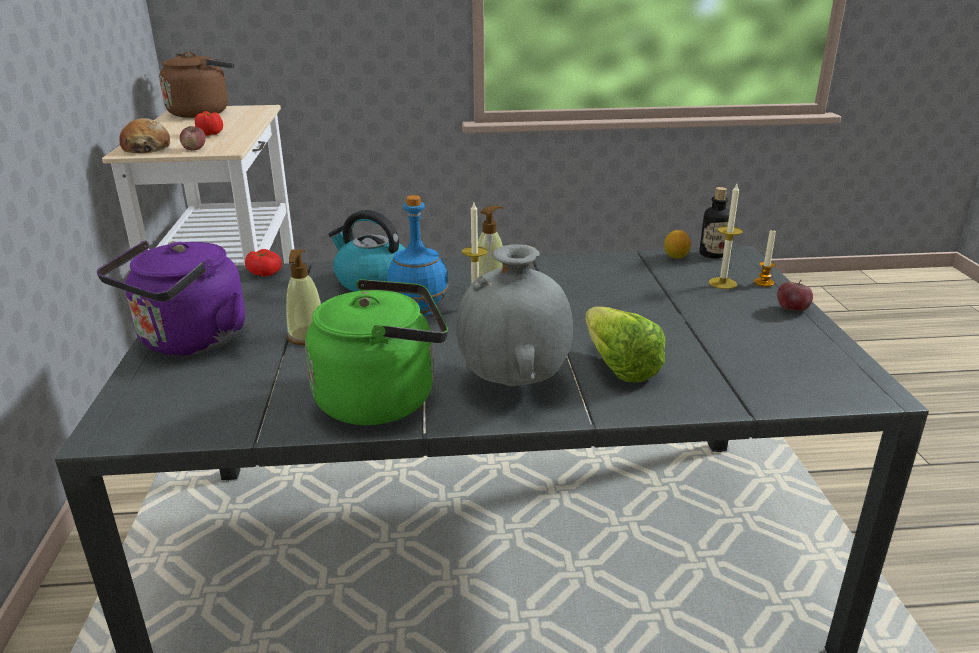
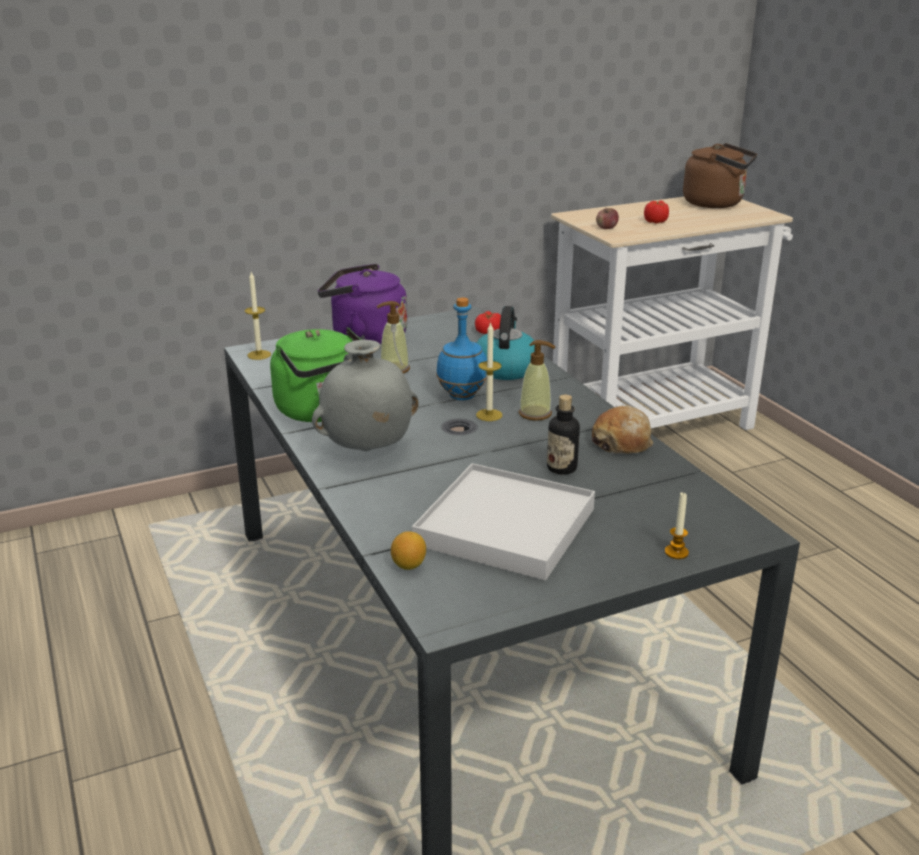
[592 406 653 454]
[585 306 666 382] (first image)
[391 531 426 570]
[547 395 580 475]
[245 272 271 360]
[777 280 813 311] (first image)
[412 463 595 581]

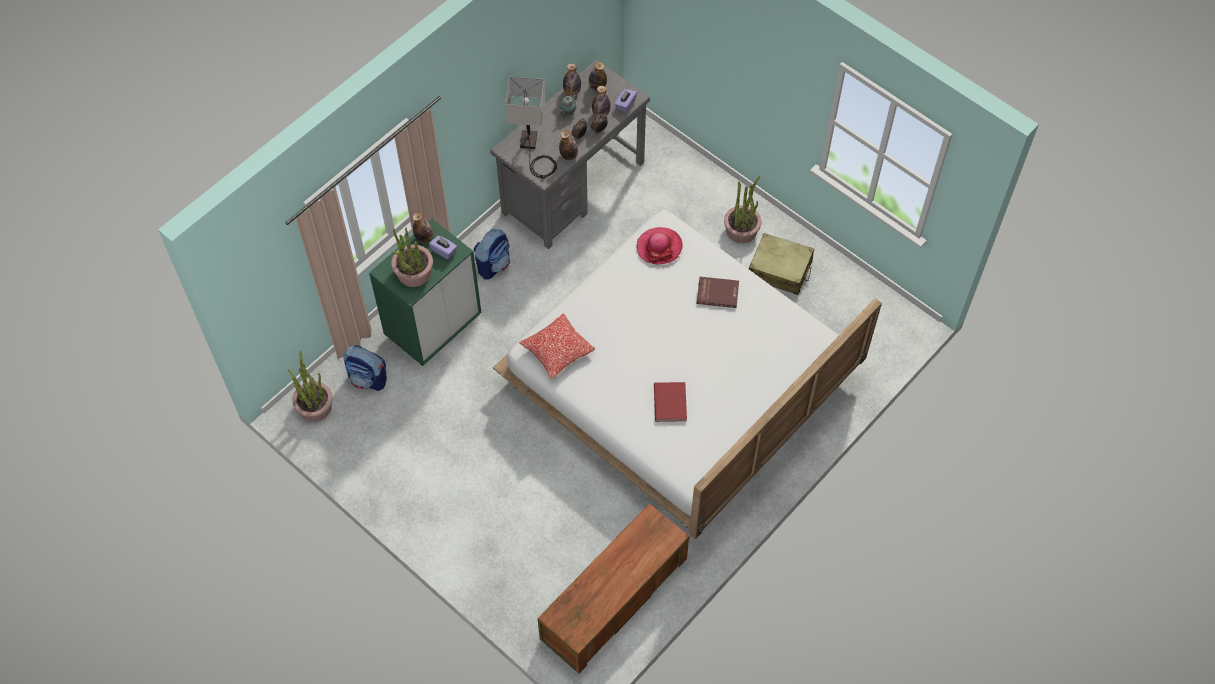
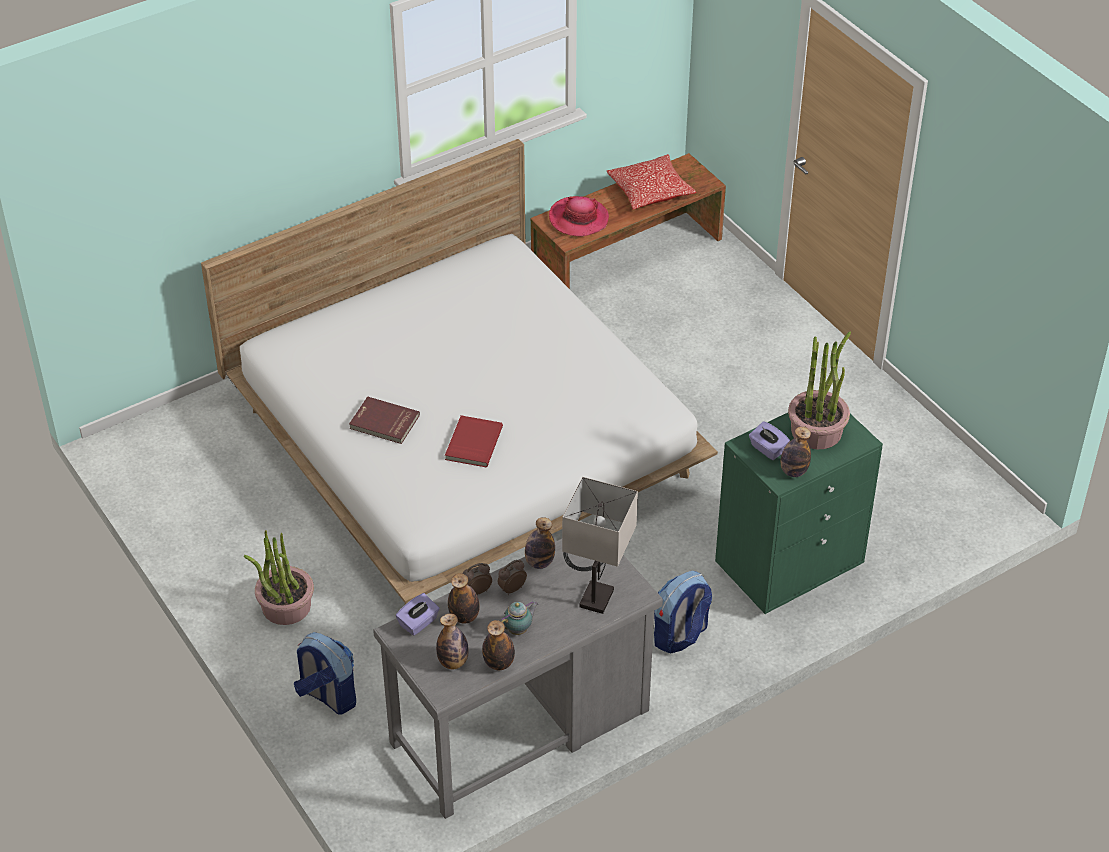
[288 351 333 422] (first image)
[294 632 356 715]
[607 154 696 210]
[549 196 609 237]
[445 415 503 467]
[749 233 814 295] (first image)

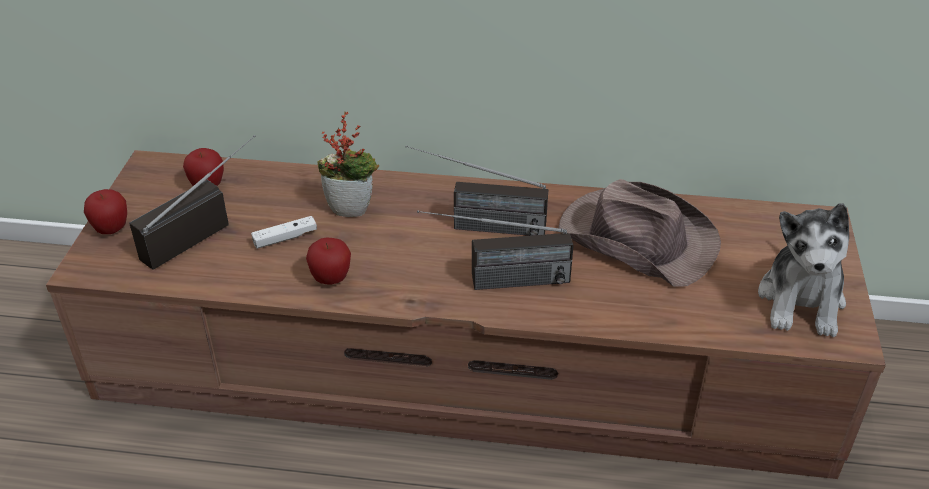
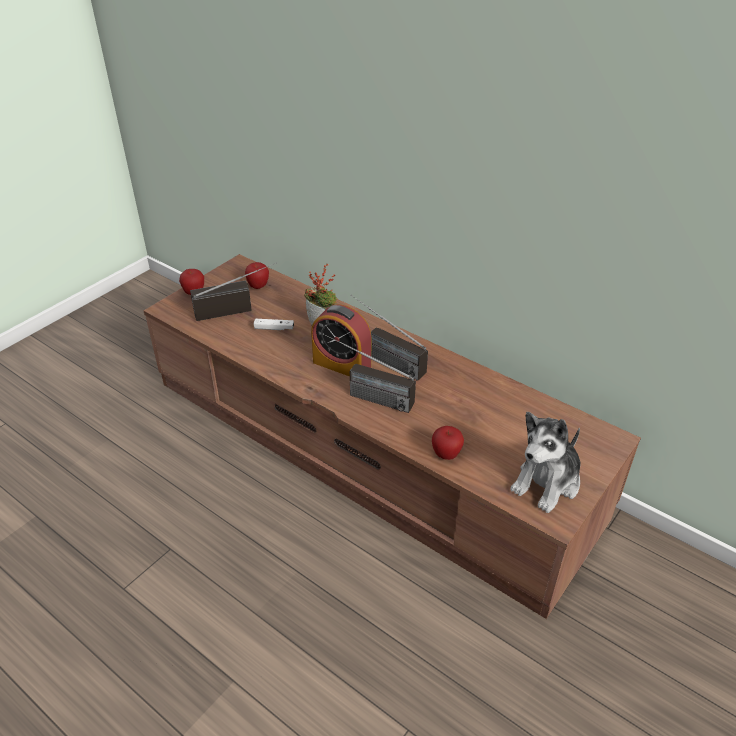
[432 426 464 460]
[558 179 721 287] (first image)
[311 304 371 376]

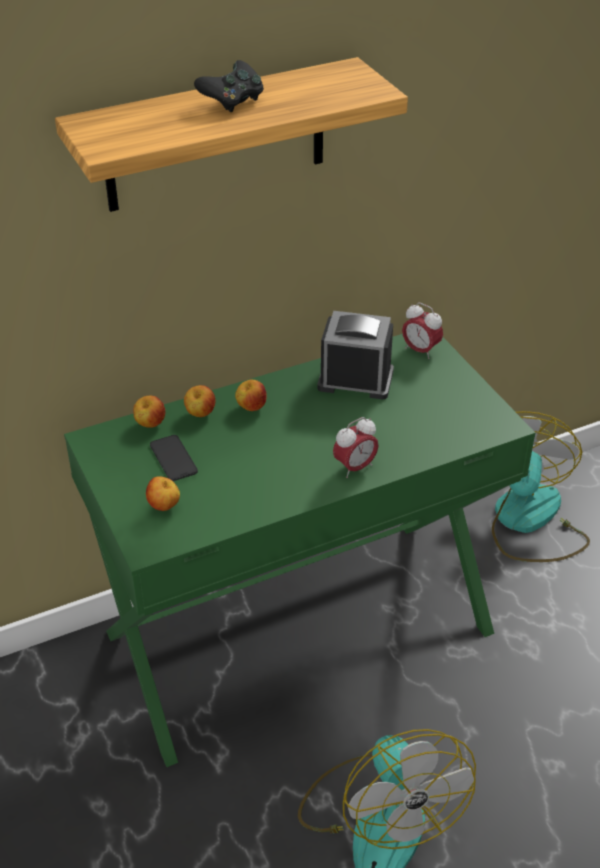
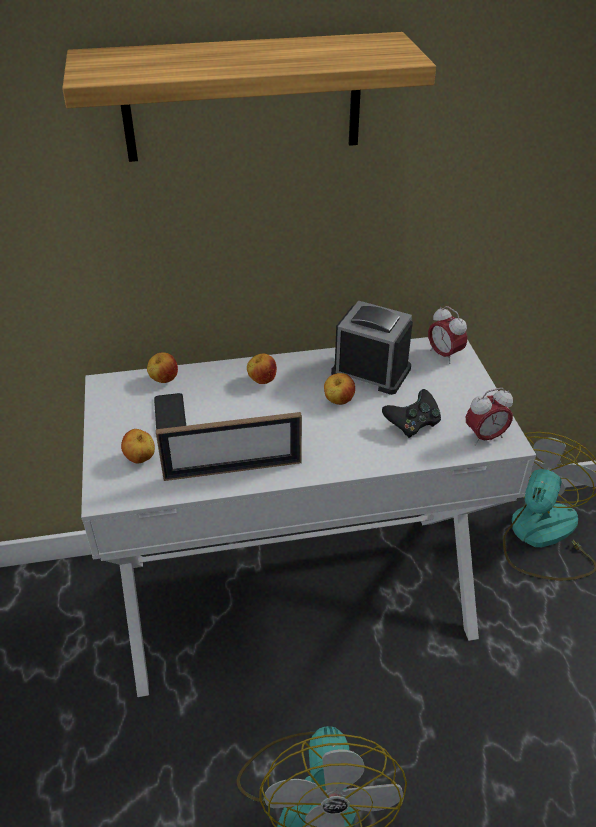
[81 337 536 697]
[324 373 355 405]
[382 389 441 438]
[466 388 513 446]
[156 412 302 481]

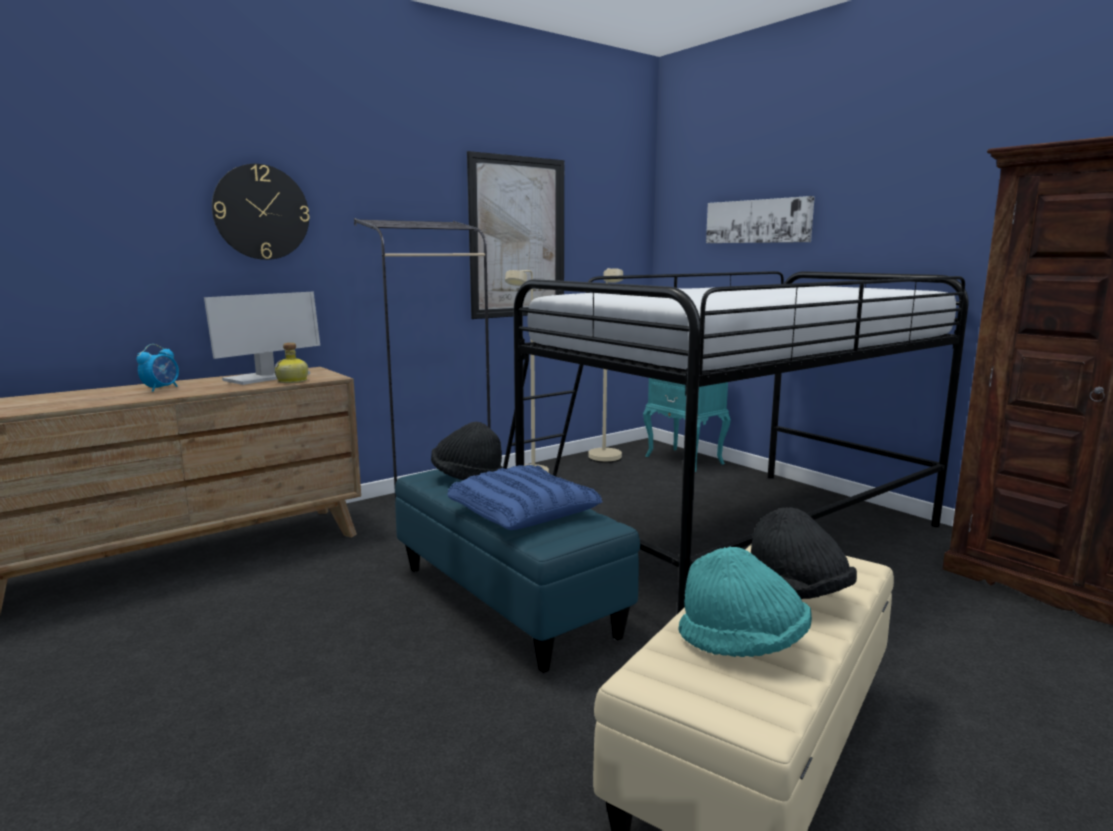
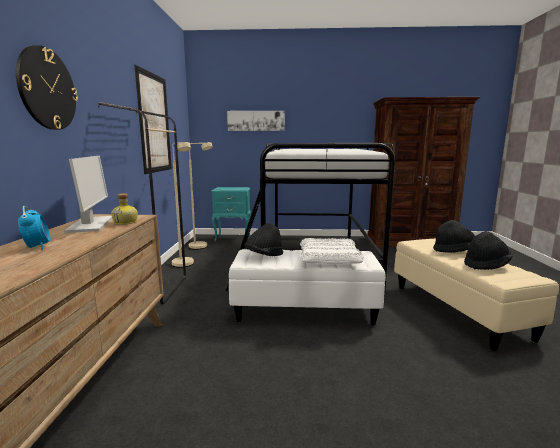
[229 249 386 325]
[300 238 364 264]
[464 231 513 270]

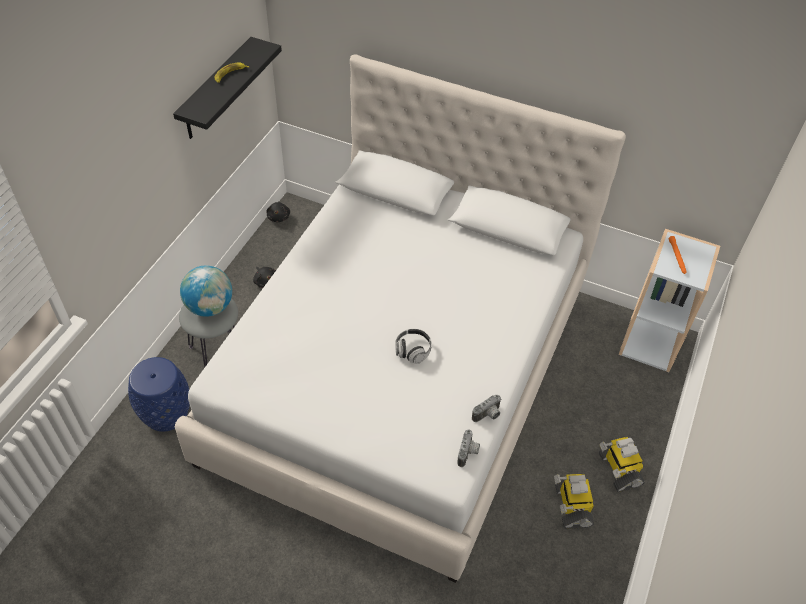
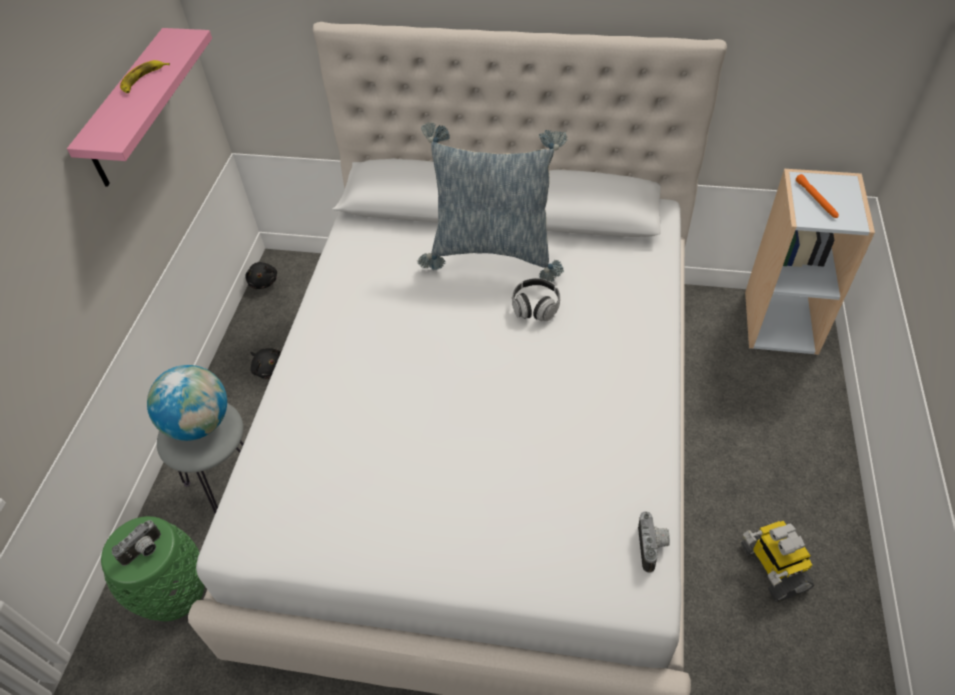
[101 516 205 621]
[67 28 212 187]
[512 278 560 321]
[112 520 161 566]
[598 437 645 492] (first image)
[417 122 568 282]

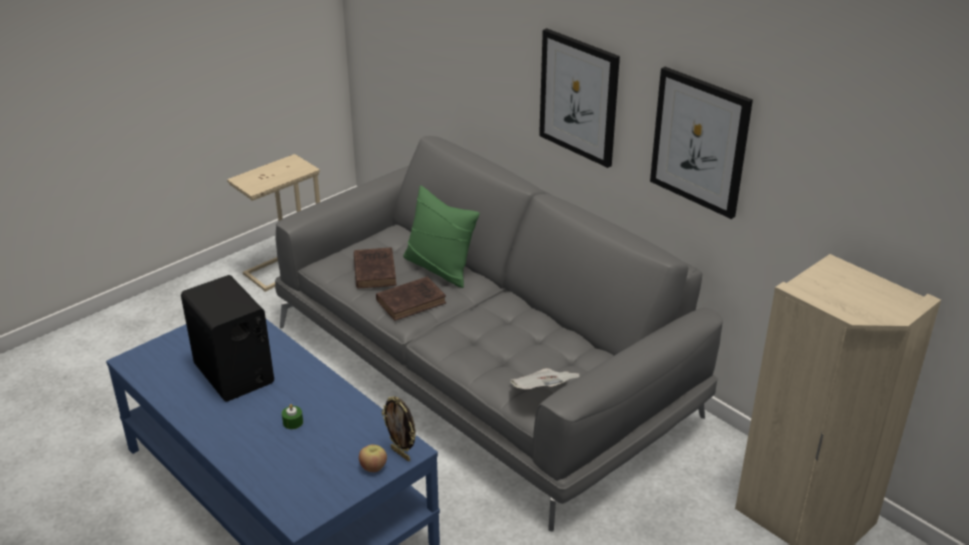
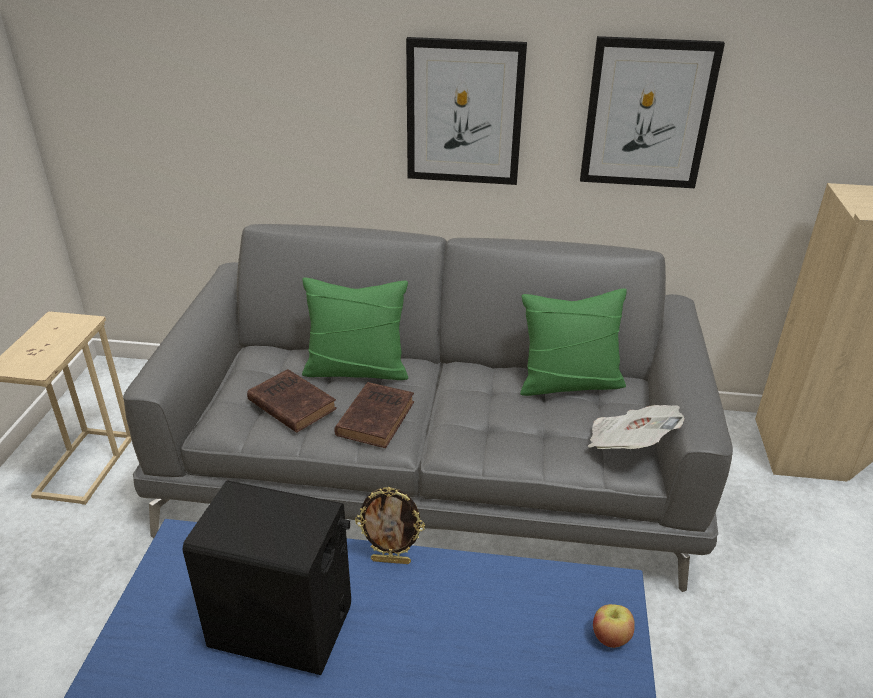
[282 404 303 429] (first image)
[355 487 425 564]
[520 288 627 396]

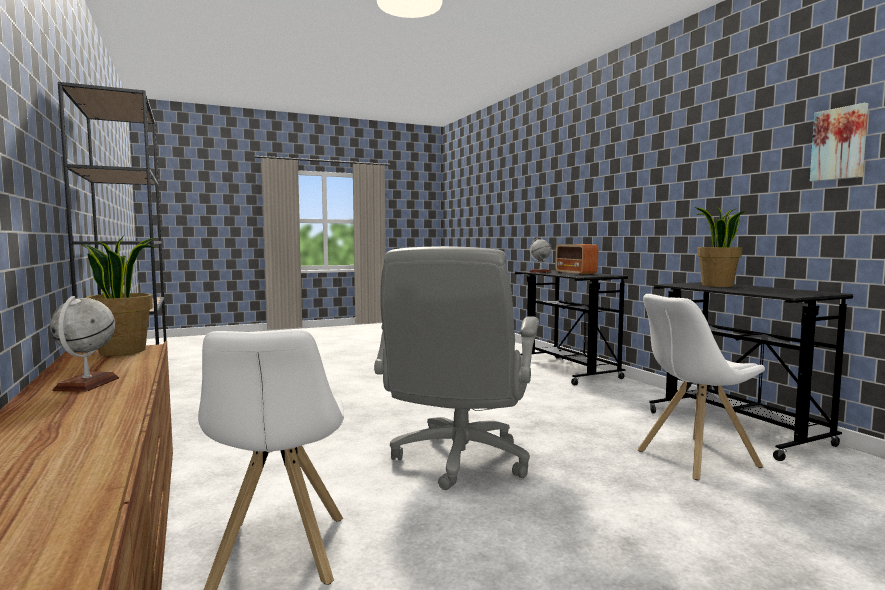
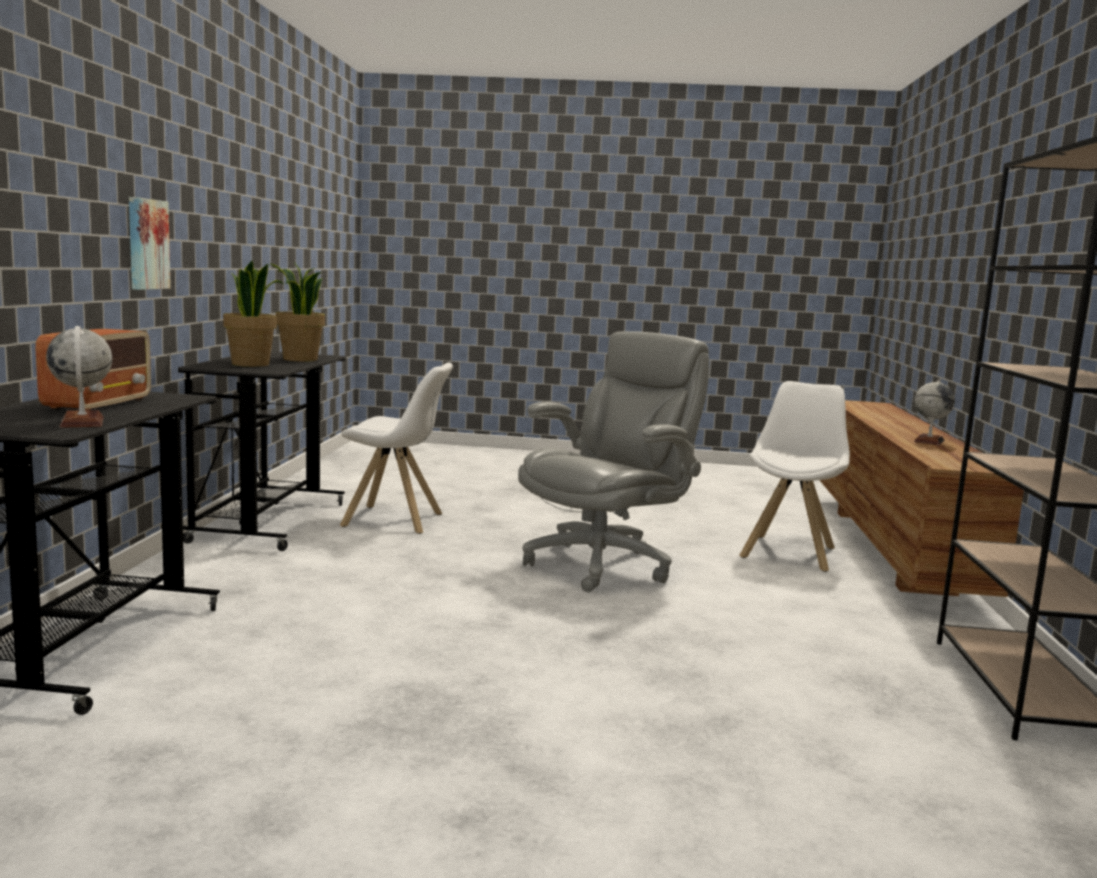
[269 262 325 361]
[129 197 171 290]

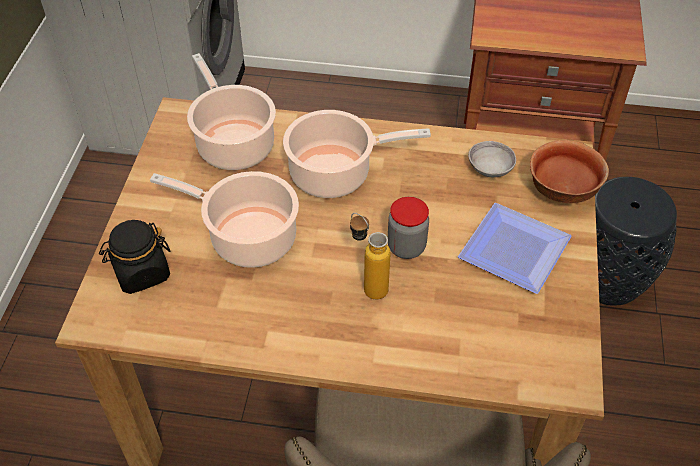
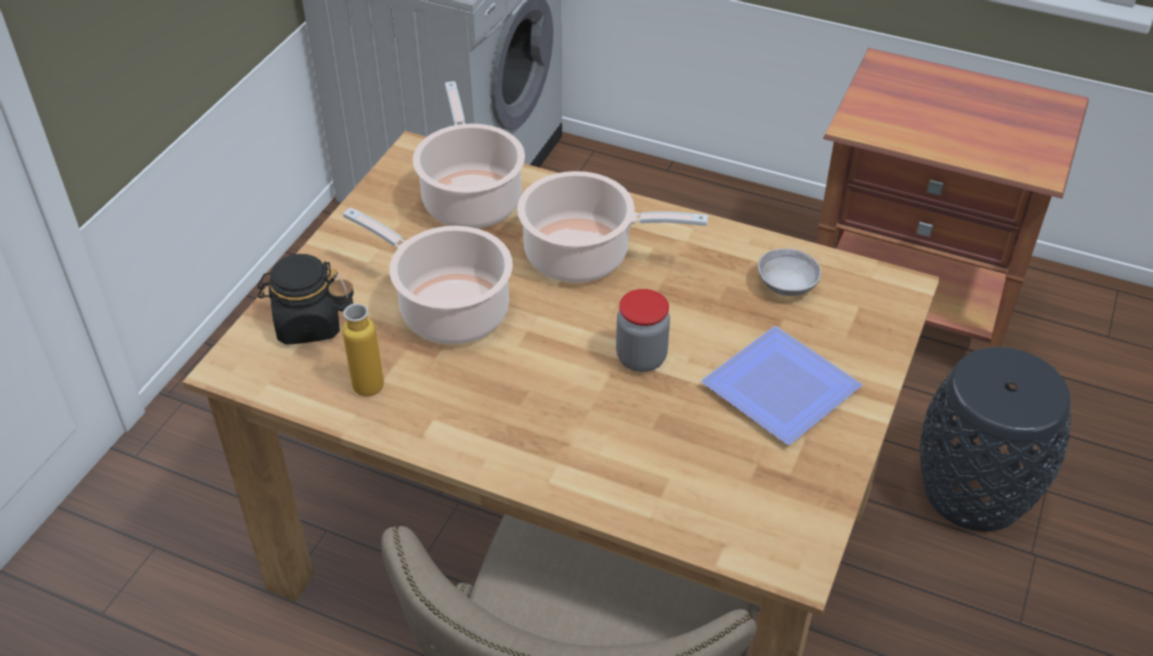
[329 274 384 396]
[530 140 609 203] (first image)

